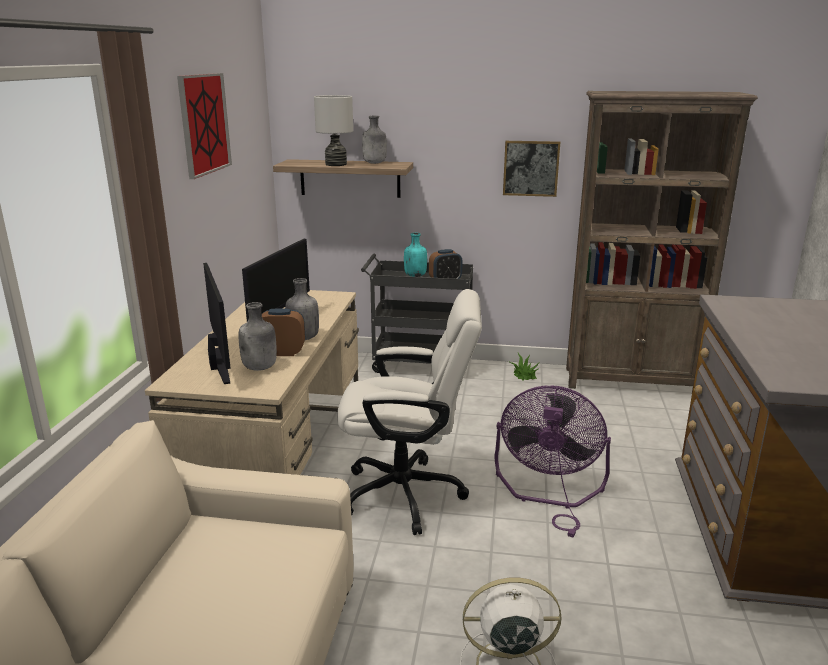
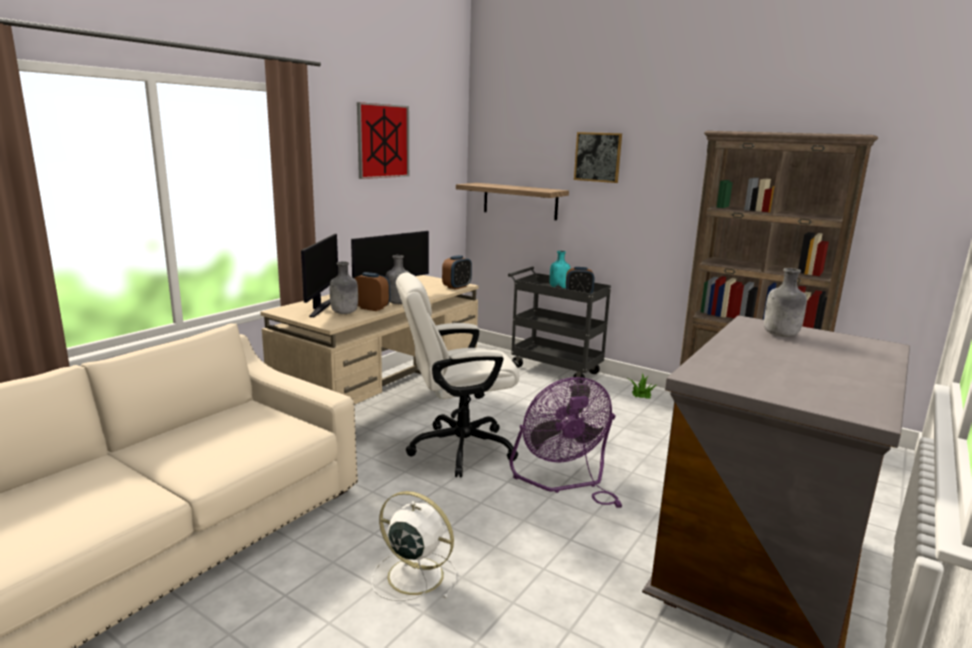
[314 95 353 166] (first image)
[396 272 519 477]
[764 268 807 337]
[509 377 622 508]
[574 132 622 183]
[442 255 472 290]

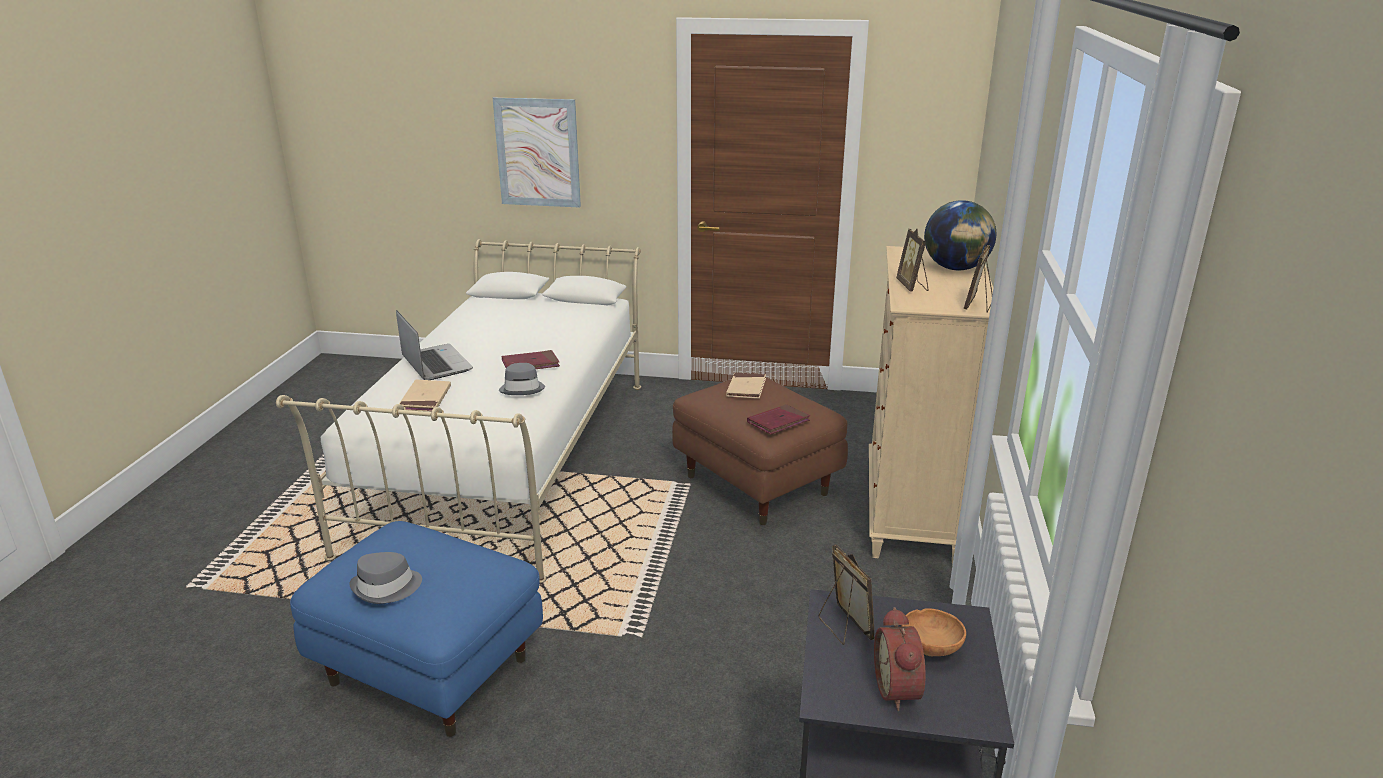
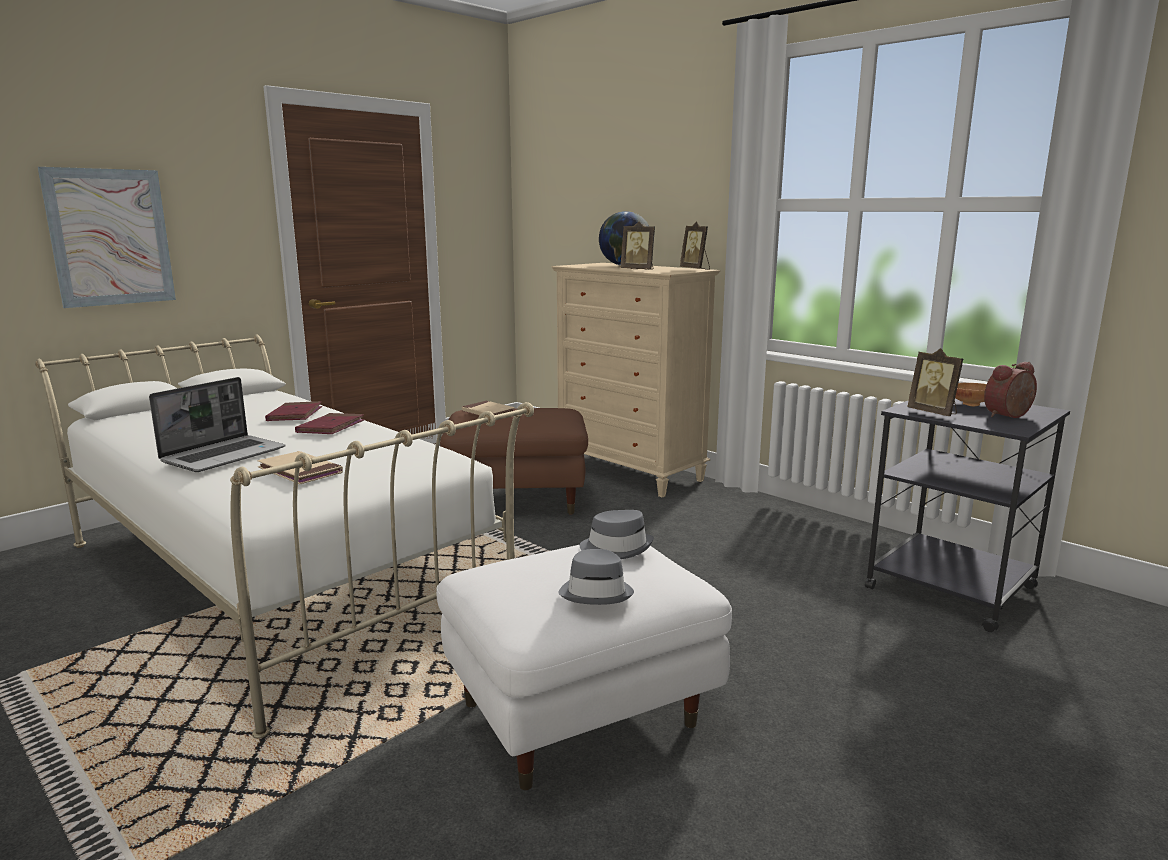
[436 545 732 790]
[149 377 285 472]
[580 510 654 559]
[265 401 322 421]
[907 348 963 416]
[984 362 1037 418]

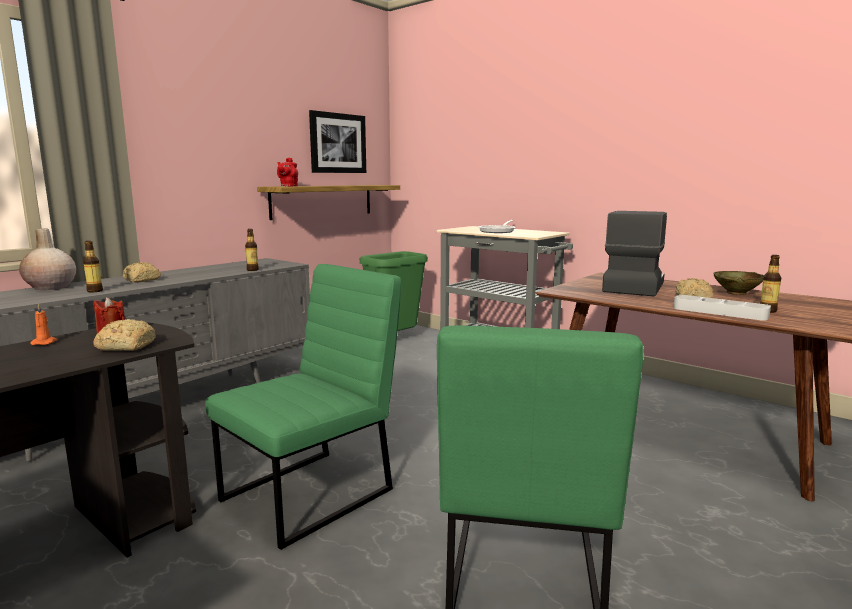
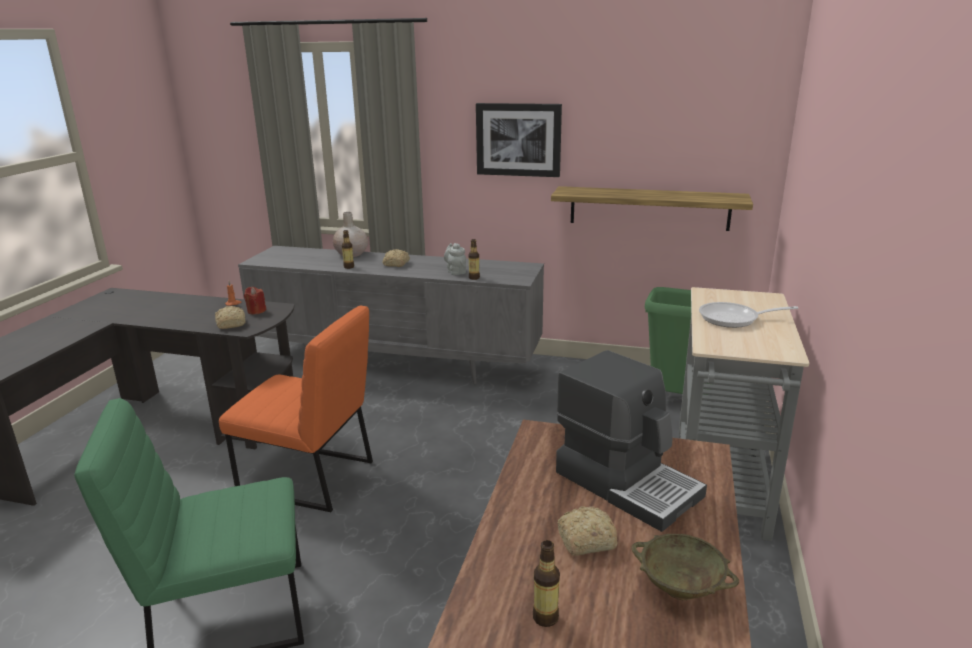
[219 305 373 512]
[277 157 298 186] (first image)
[476 103 562 177]
[556 350 707 532]
[673 295 771 320] (first image)
[444 243 466 275]

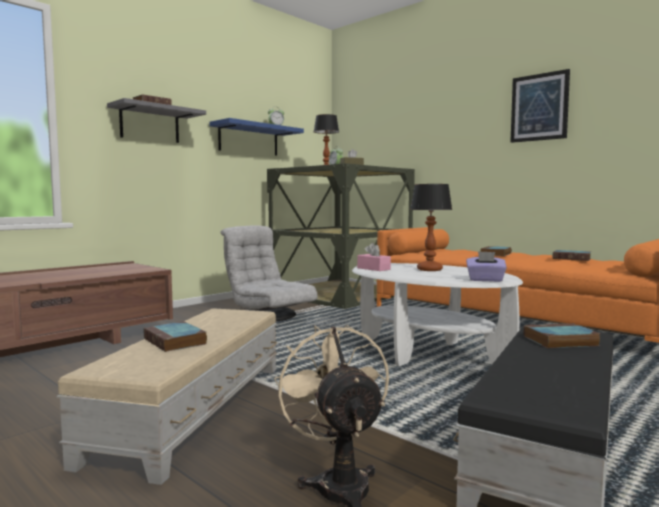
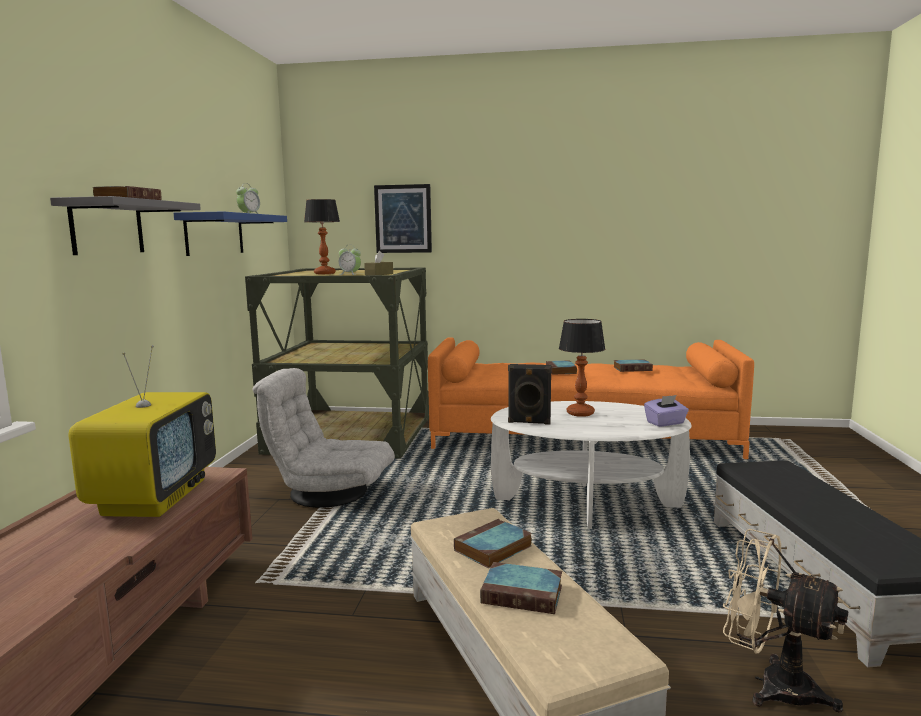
[508 364 551 425]
[374 184 432 253]
[454 519 532 568]
[68 345 216 517]

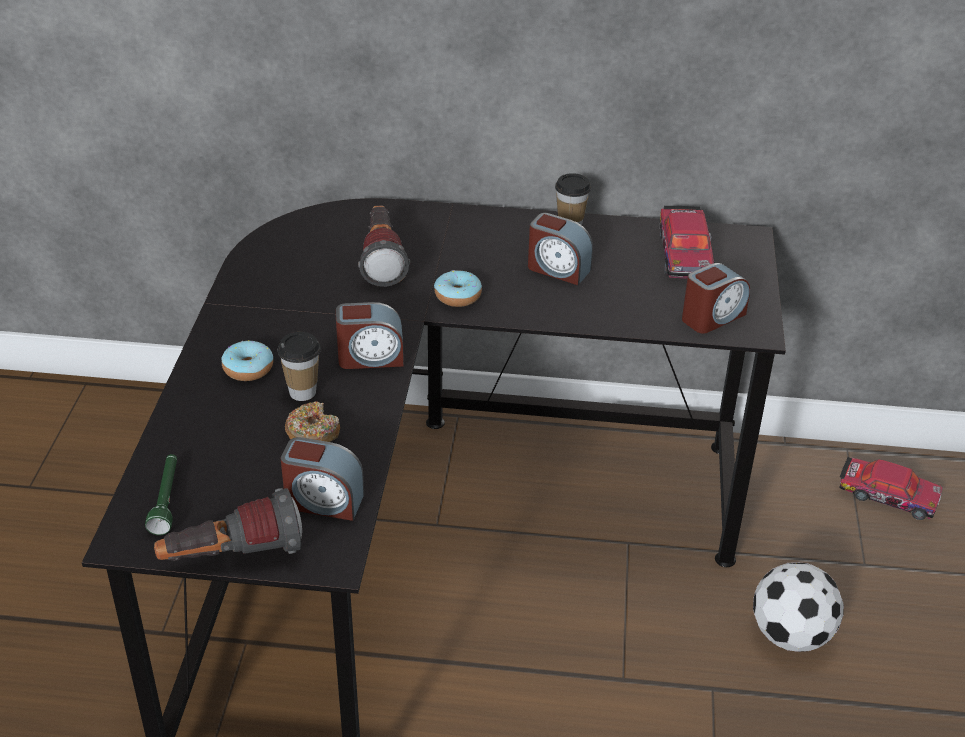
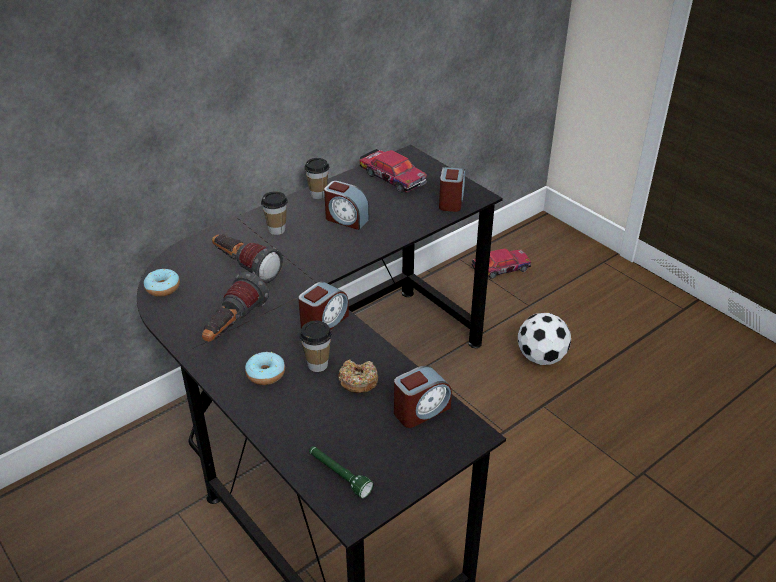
[202 272 269 342]
[144 269 180 297]
[324 181 369 230]
[261 191 288 235]

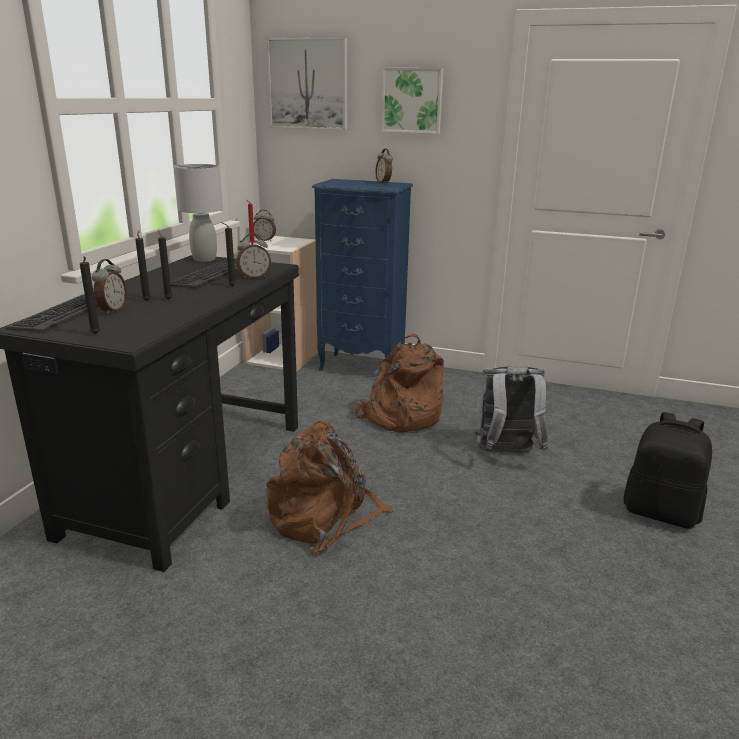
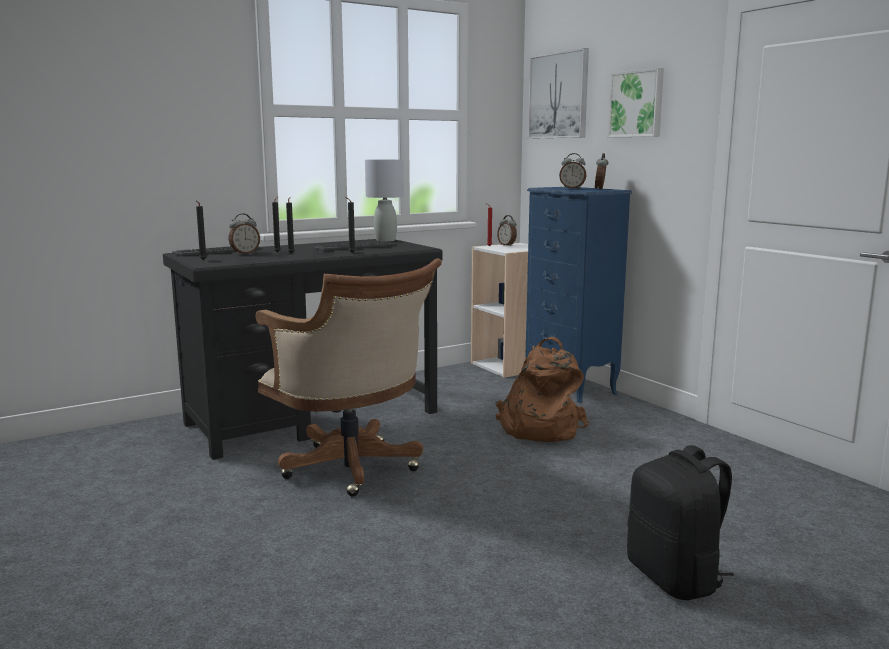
[559 153 586 189]
[255 258 442 496]
[475 366 548 453] (first image)

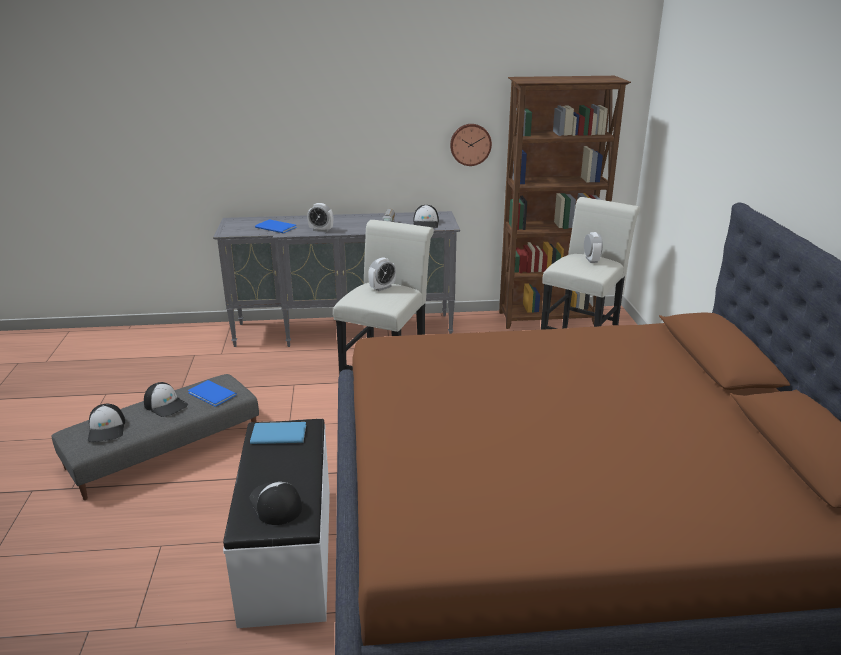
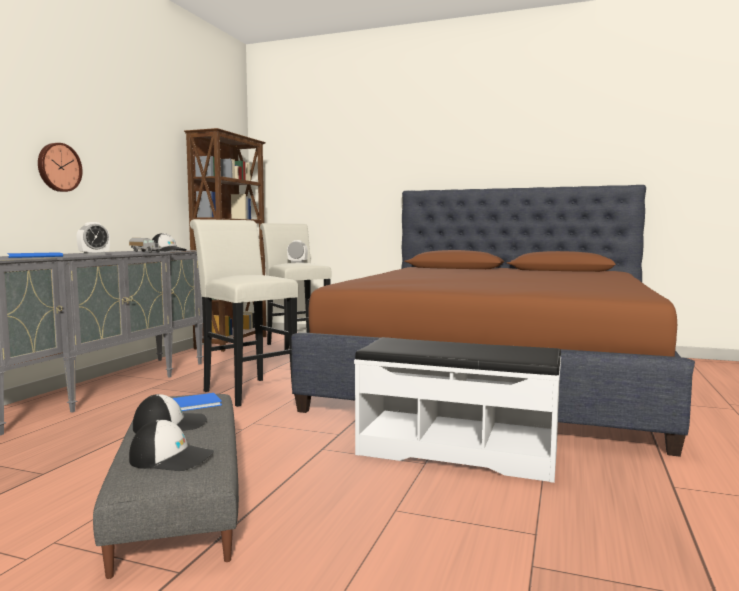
[249 482 302 525] (first image)
[250 422 306 444] (first image)
[368 257 396 291] (first image)
[38 143 83 192]

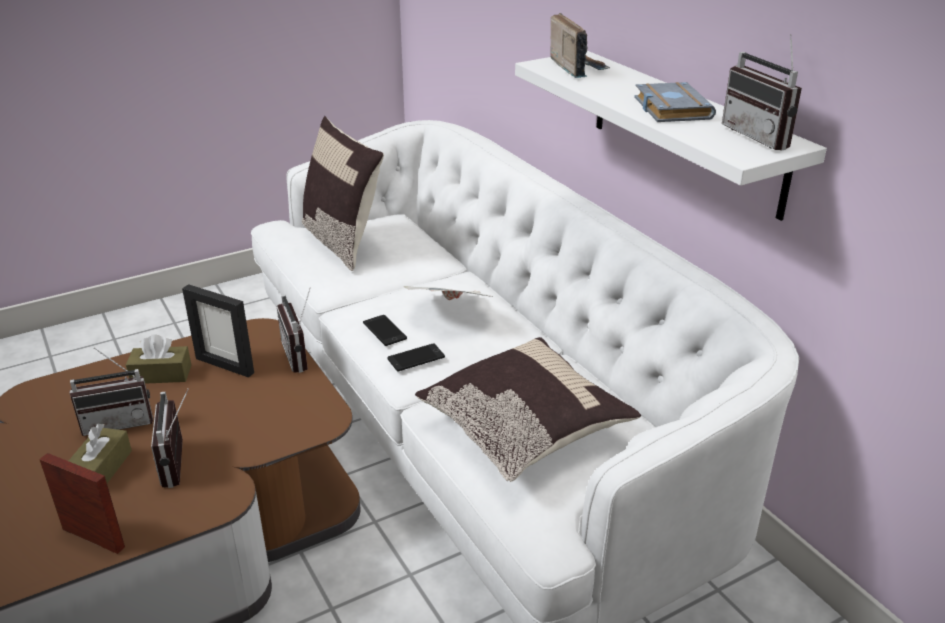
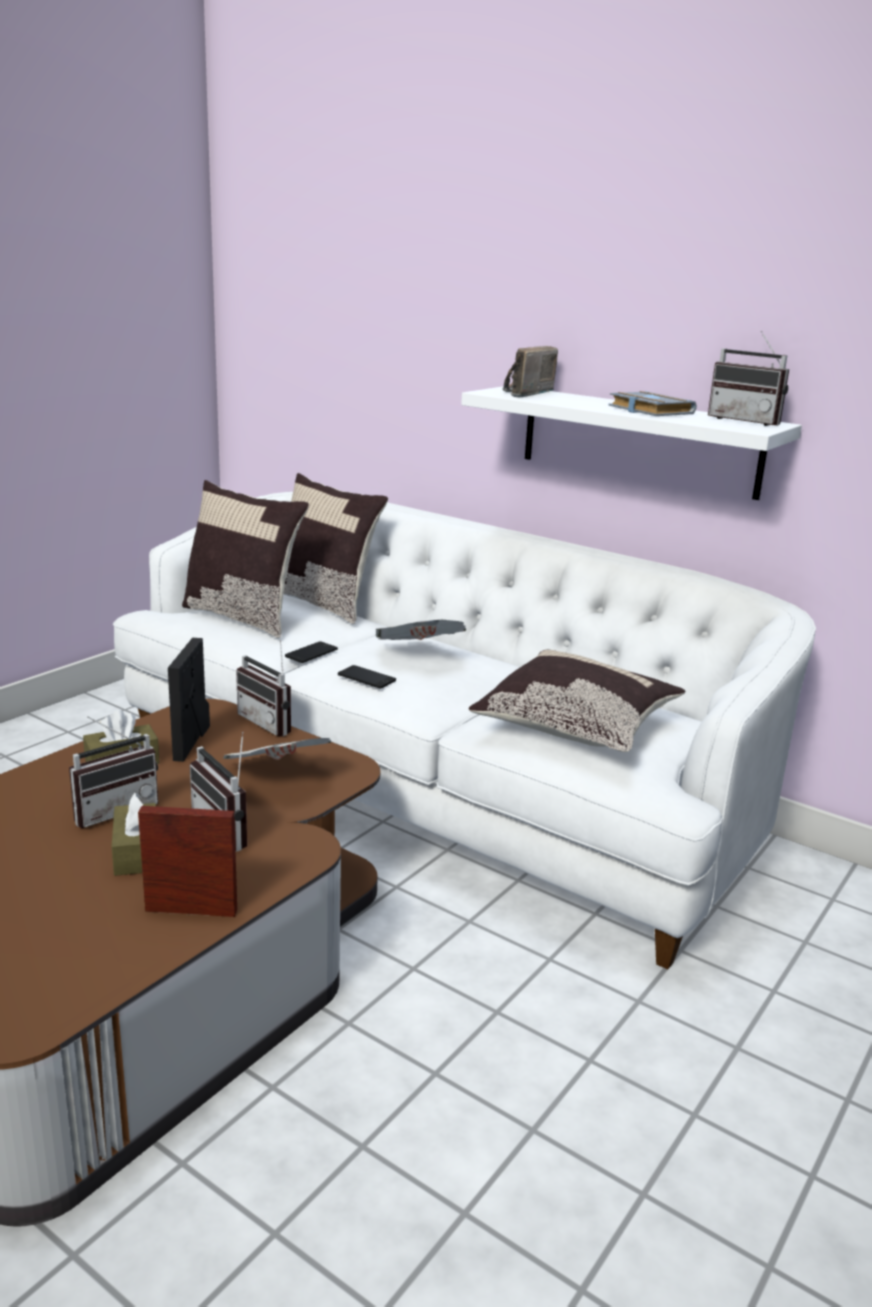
[168 638 210 762]
[285 641 338 663]
[503 346 558 397]
[223 738 331 760]
[283 473 388 624]

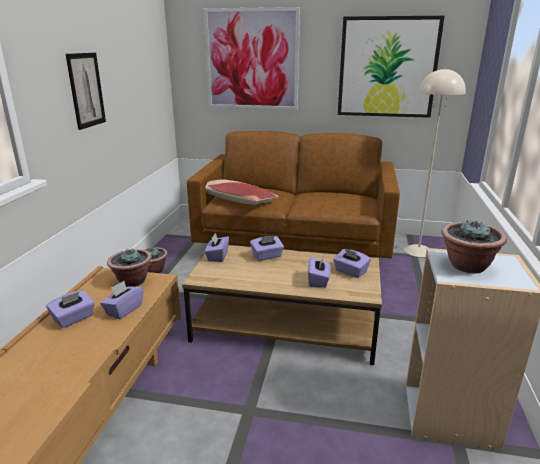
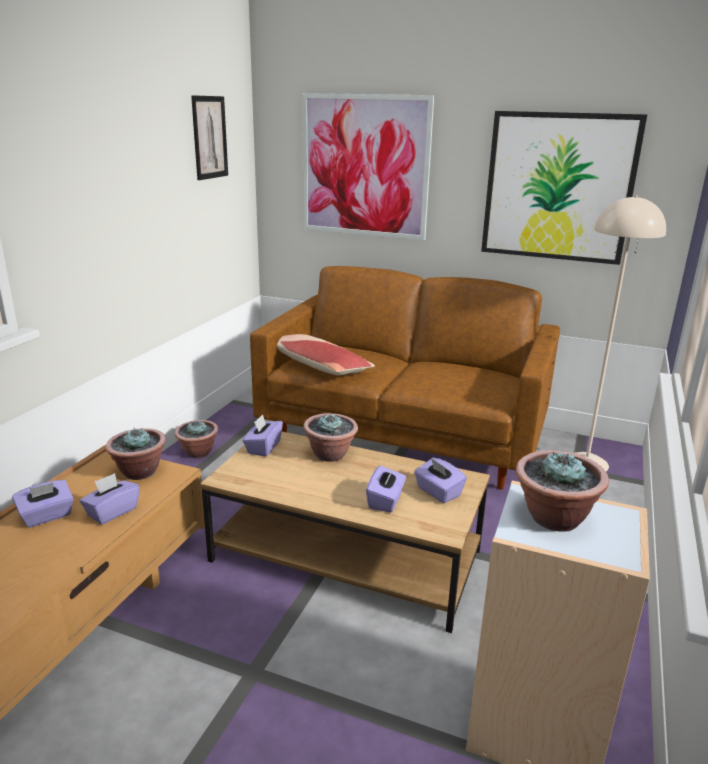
[191 95 228 180]
[303 413 358 462]

